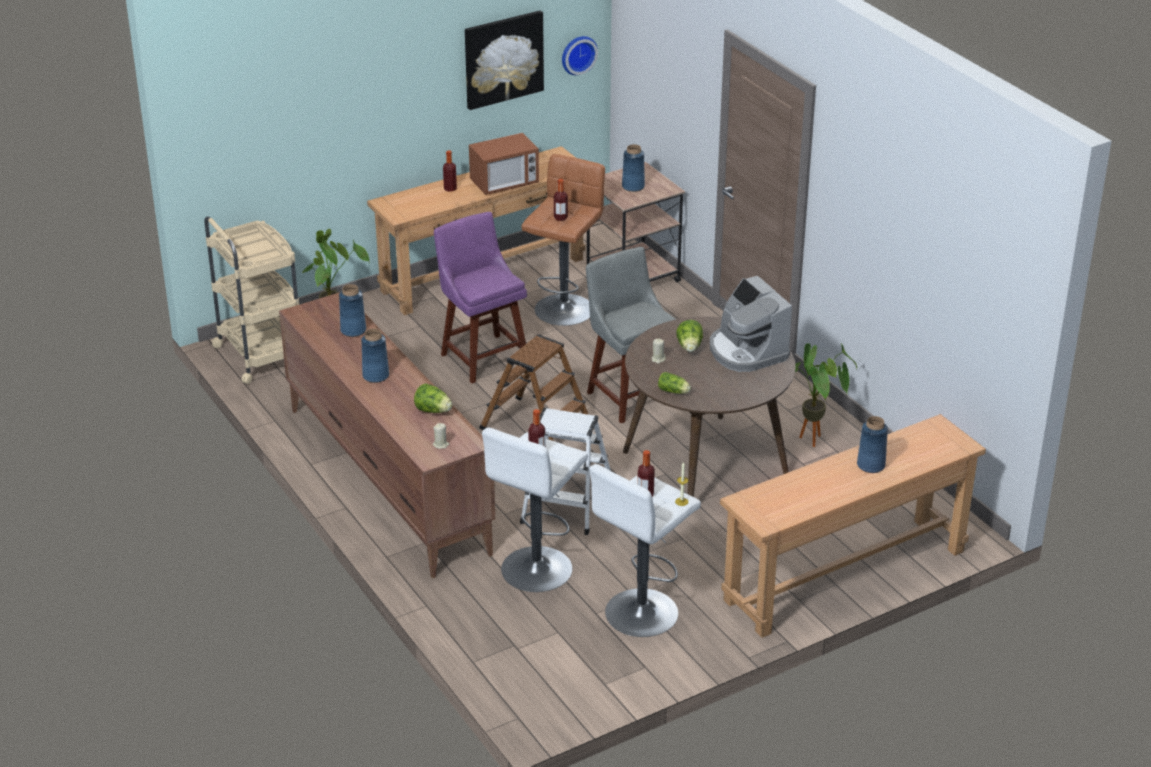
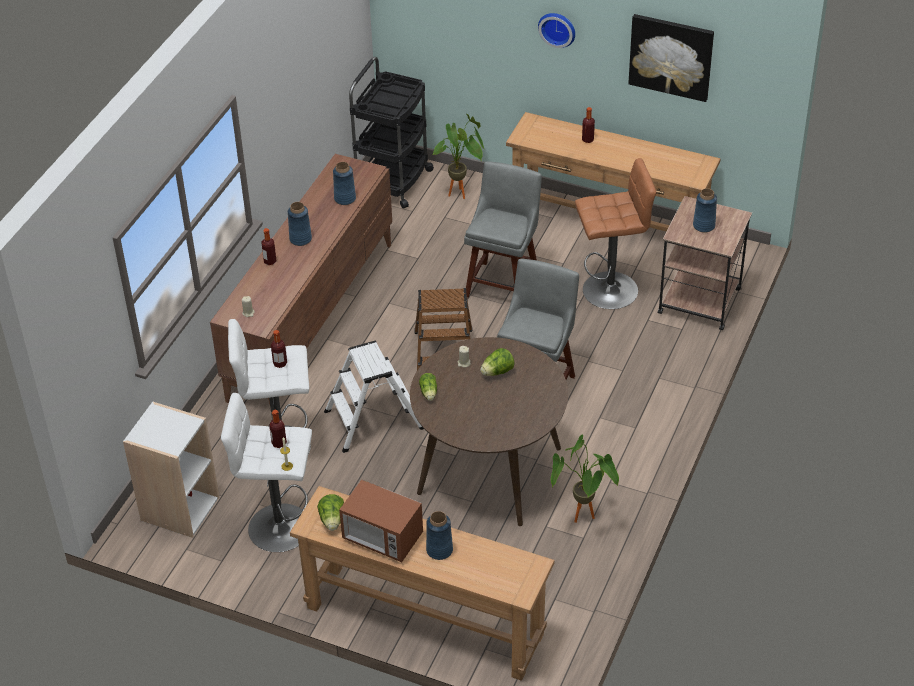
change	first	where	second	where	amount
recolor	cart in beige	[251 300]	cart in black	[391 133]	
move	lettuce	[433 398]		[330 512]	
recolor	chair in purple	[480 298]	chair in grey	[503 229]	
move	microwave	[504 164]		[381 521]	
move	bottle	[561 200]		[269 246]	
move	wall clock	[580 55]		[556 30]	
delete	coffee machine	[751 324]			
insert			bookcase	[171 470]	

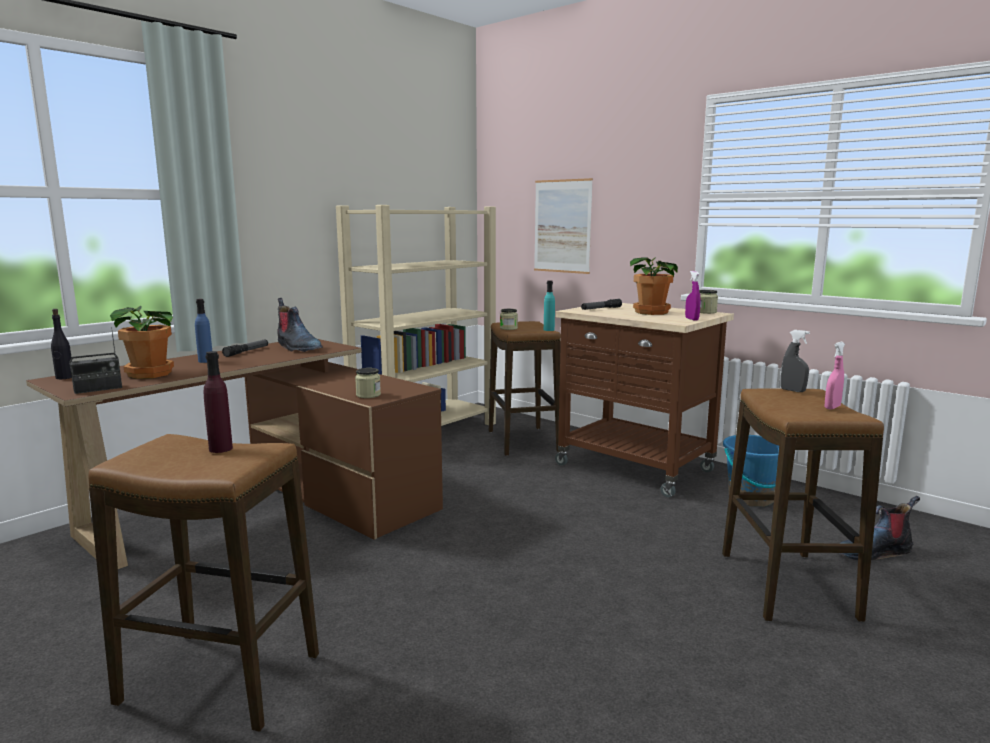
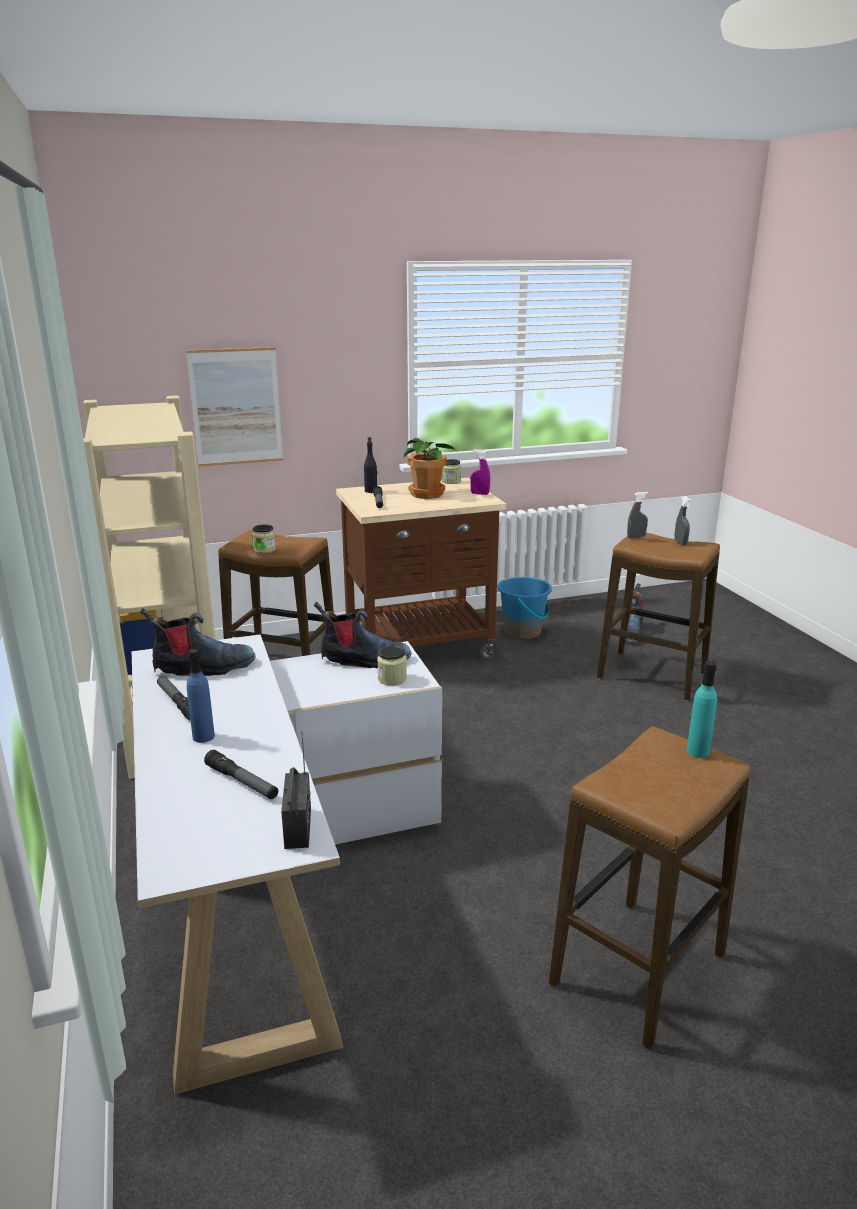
change	first	where	second	where	amount
recolor	desk in brown	[234 454]	desk in white	[287 864]	
move	bottle in black	[61 344]		[370 465]	
replace	potted plant	[142 342]	flashlight	[241 774]	
delete	bottle in purple	[218 402]			
move	bottle in turquoise	[549 305]		[702 709]	
recolor	spray bottle in pink	[835 376]	spray bottle in grey	[682 520]	
insert			boot	[362 635]	

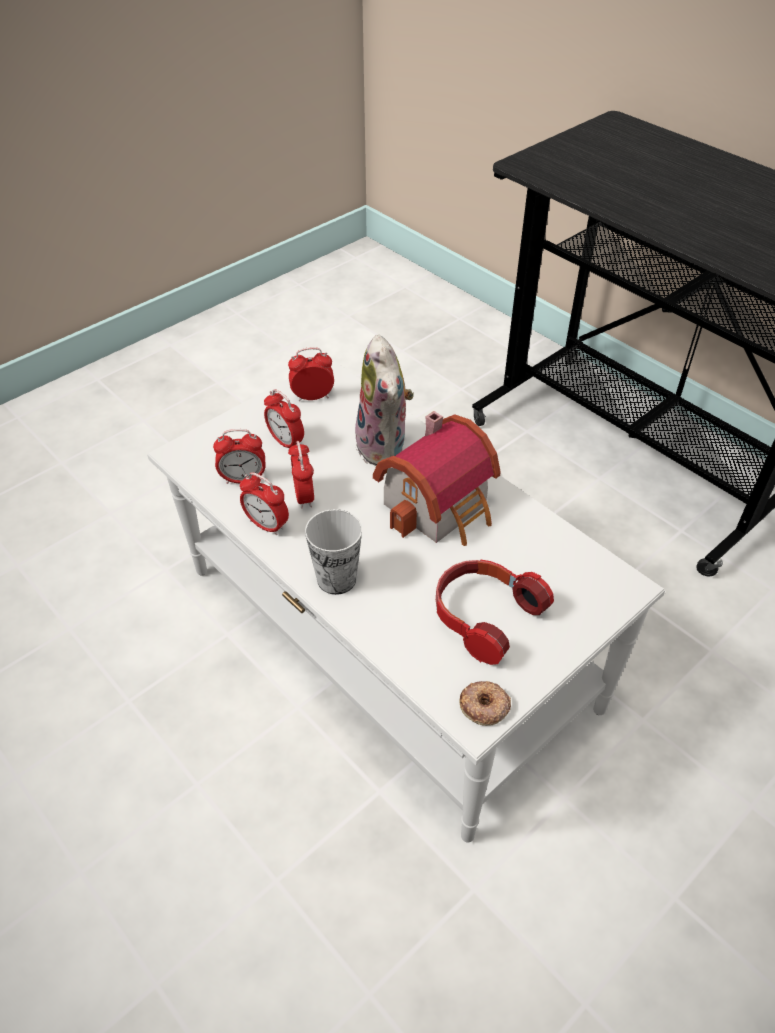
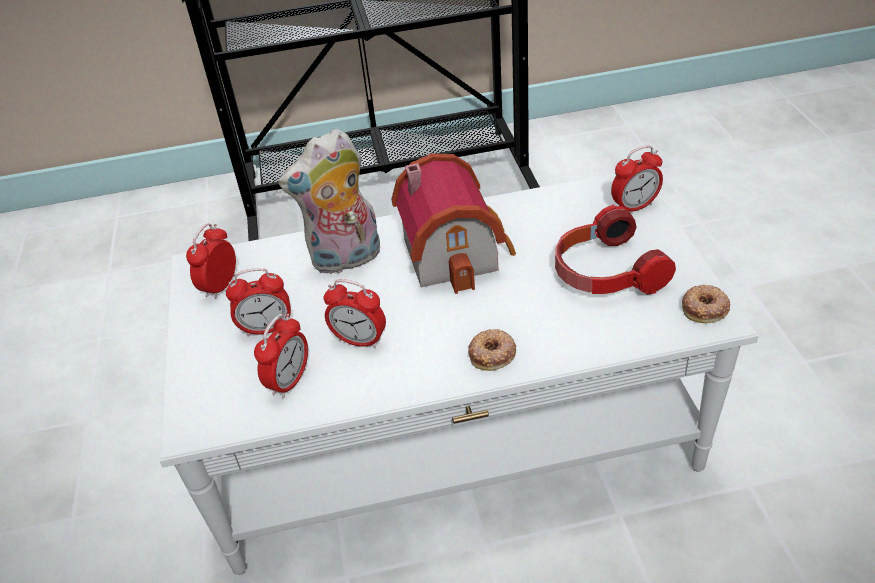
change	first	where	second	where	amount
move	alarm clock	[264 503]		[637 178]	
replace	cup	[333 552]	donut	[492 350]	
rotate	plush toy	[383 400]		[329 201]	135 degrees clockwise

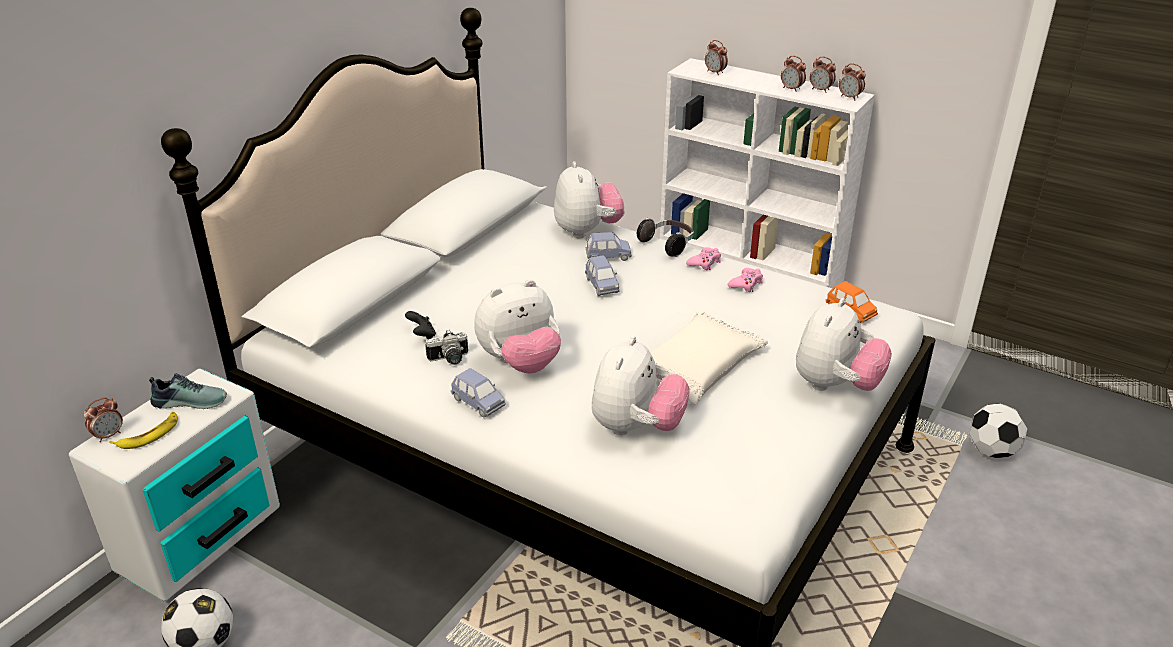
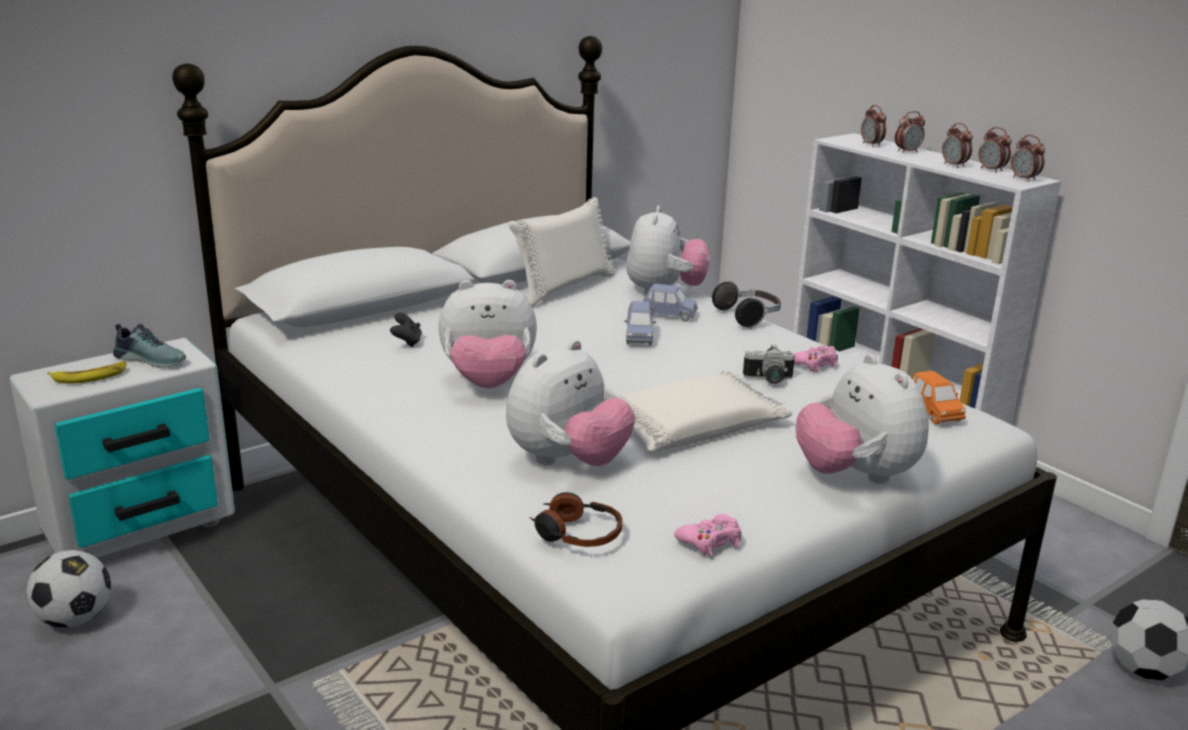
change	first	where	second	where	amount
move	alarm clock	[103 419]		[910 132]	
move	photo camera	[446 347]		[769 364]	
delete	toy car in blue	[478 392]			
move	game controller in pink	[703 258]		[708 535]	
rotate	plush toy	[844 344]		[862 419]	105 degrees clockwise
insert			pillow in white	[561 252]	
insert			headphones	[576 519]	

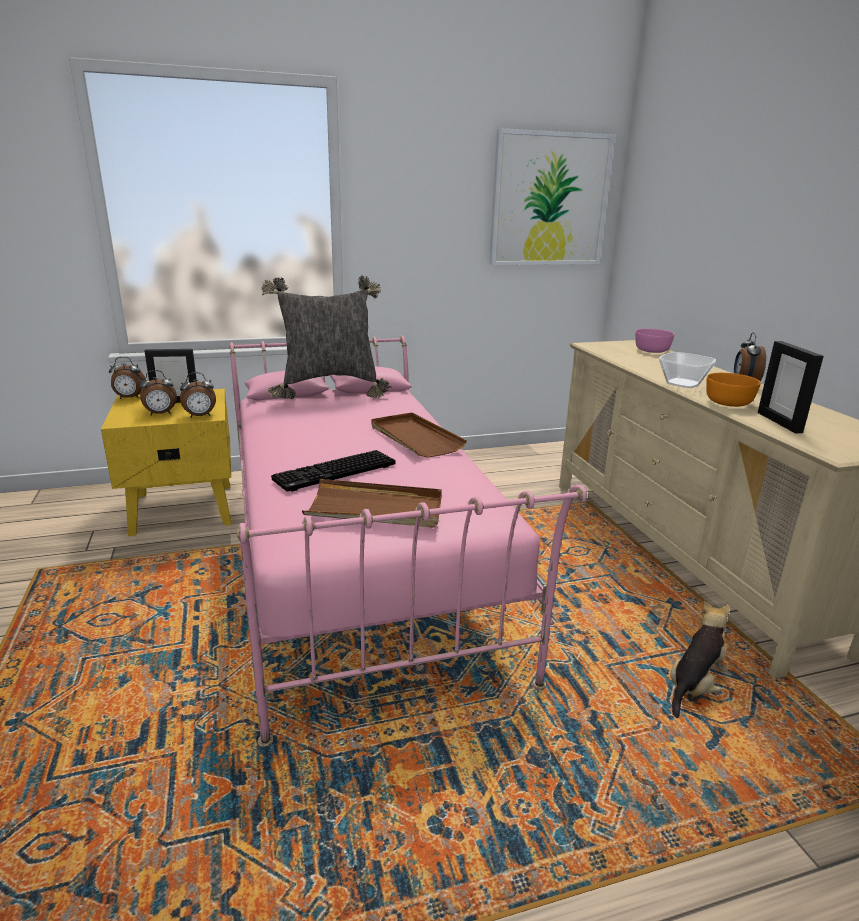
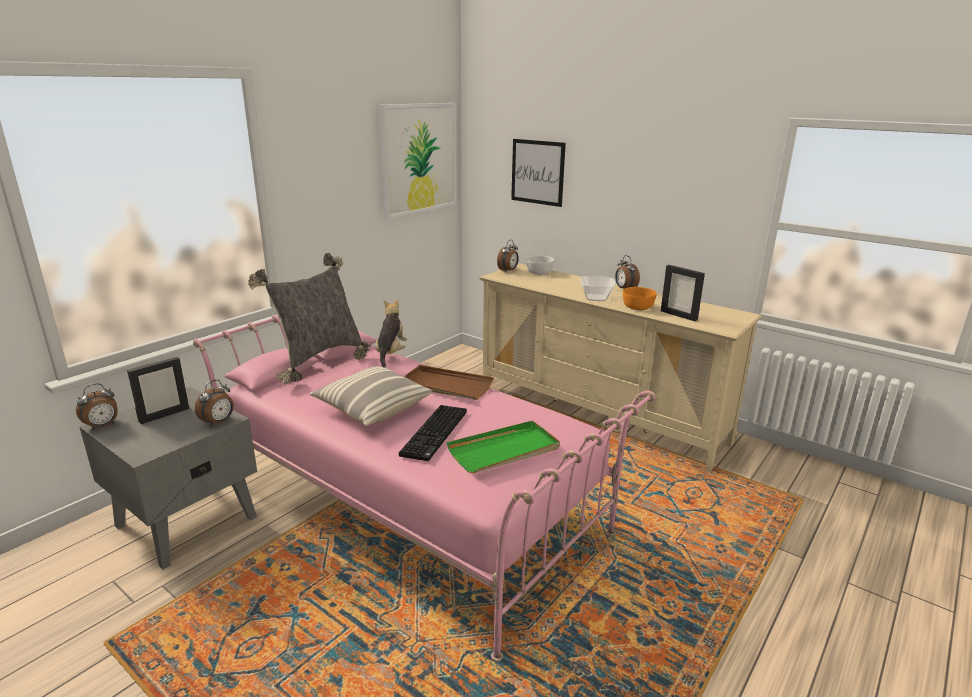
change	first	where	second	where	amount
recolor	nightstand in yellow	[166 462]	nightstand in grey	[168 478]	
move	alarm clock	[158 392]		[508 255]	
recolor	tray in brown	[372 503]	tray in green	[503 447]	
recolor	bowl in pink	[655 341]	bowl in white	[540 265]	
move	plush toy	[700 659]		[391 334]	
insert			pillow	[371 396]	
insert			picture	[538 173]	

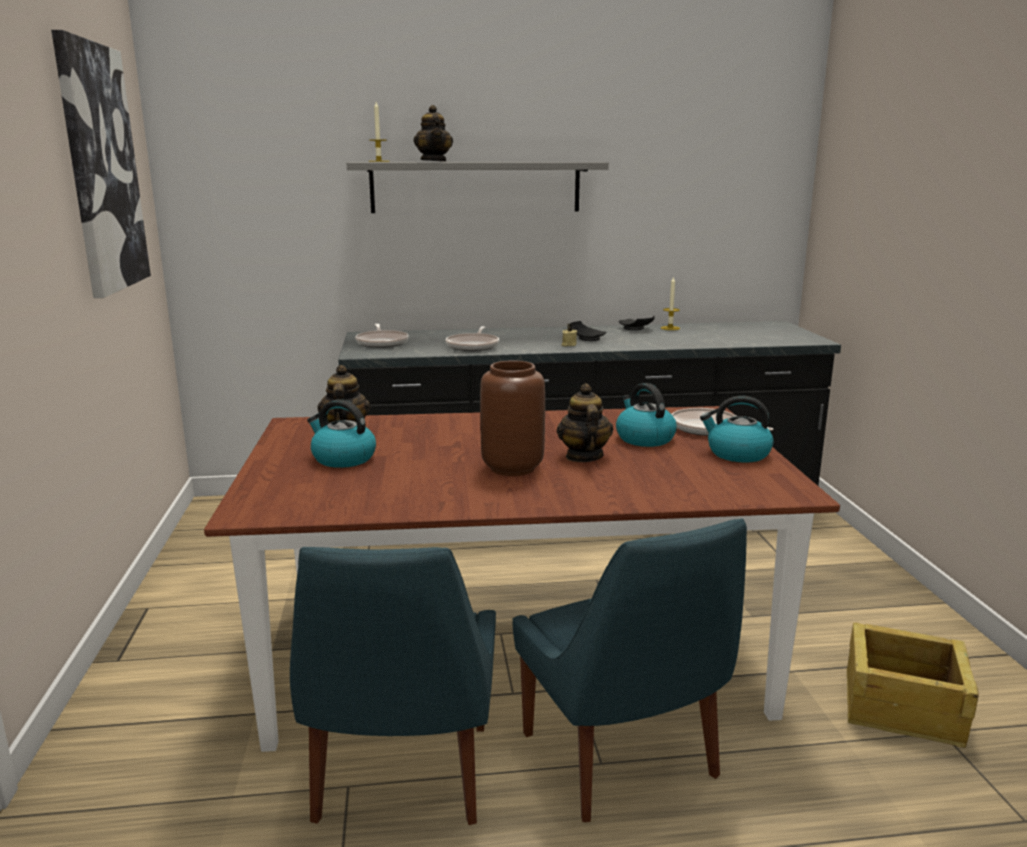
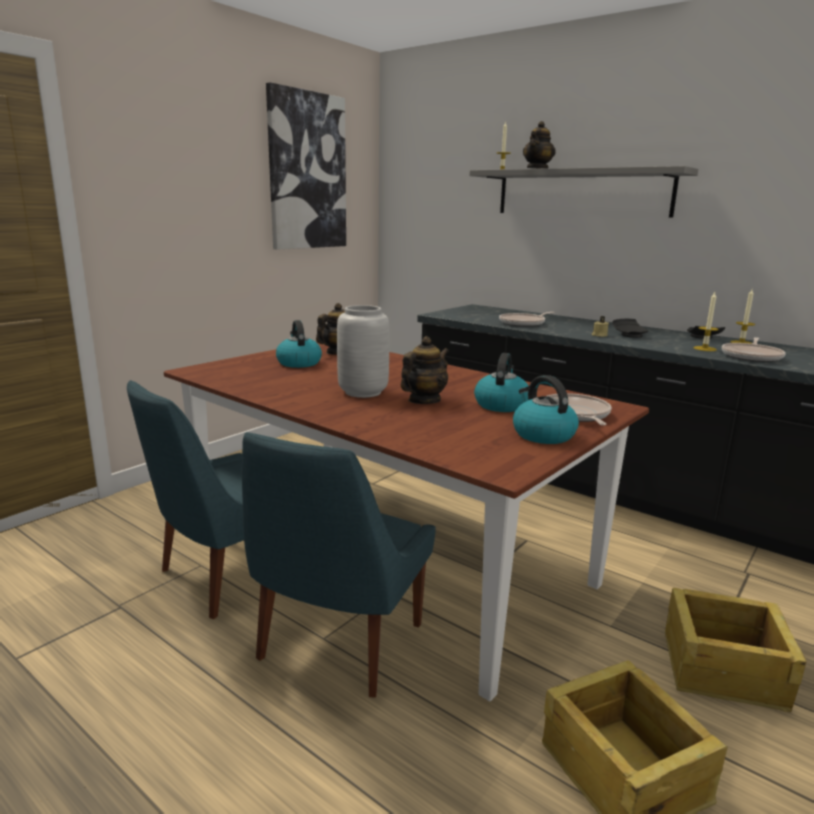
change	first	where	second	where	amount
move	frying pan	[382 336]		[754 349]	
recolor	vase in brown	[512 418]	vase in grey	[363 351]	
insert			crate	[735 650]	
insert			candle	[706 321]	

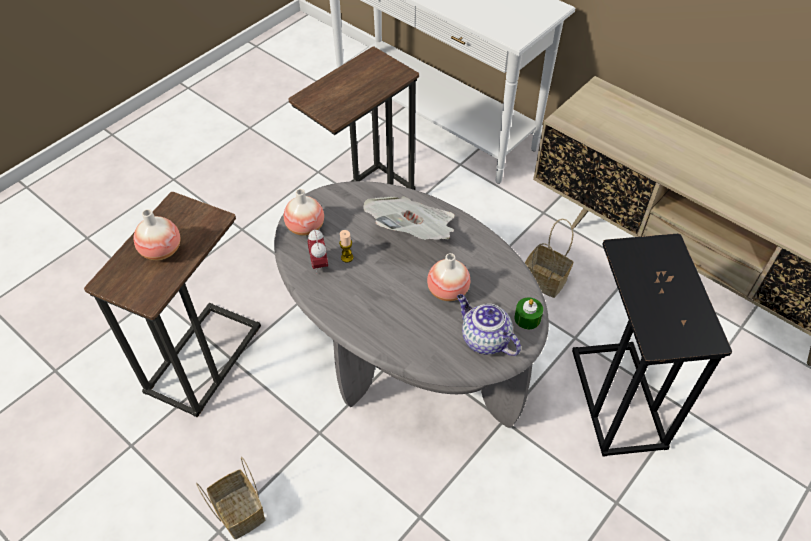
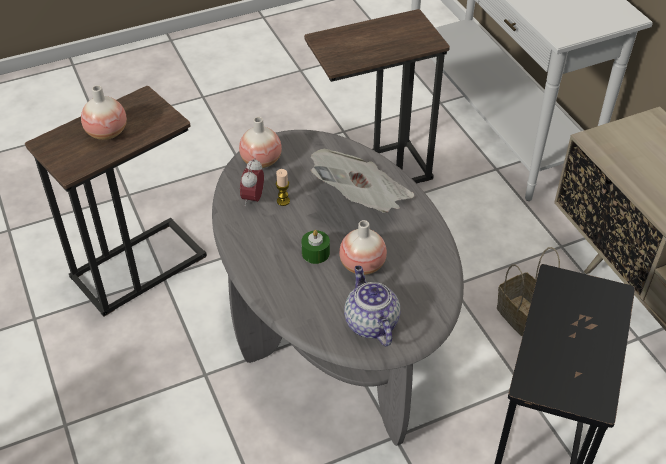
change	first	where	second	where	amount
delete	basket	[230 498]			
move	candle in green	[528 313]		[315 247]	

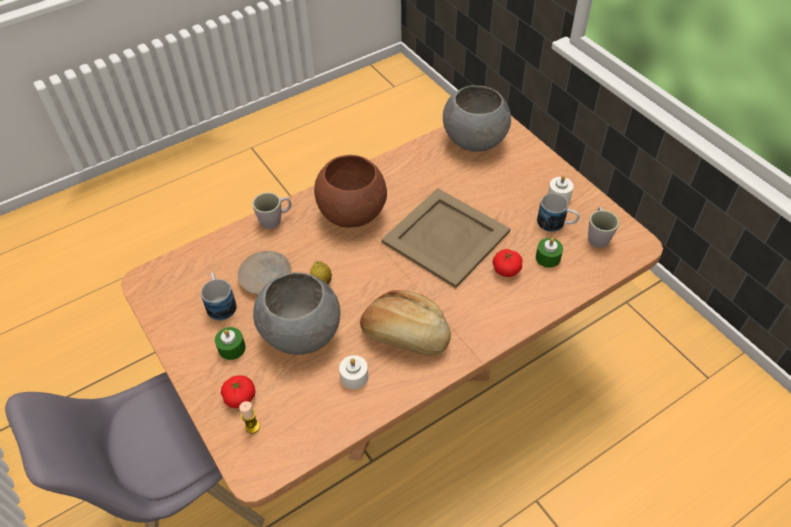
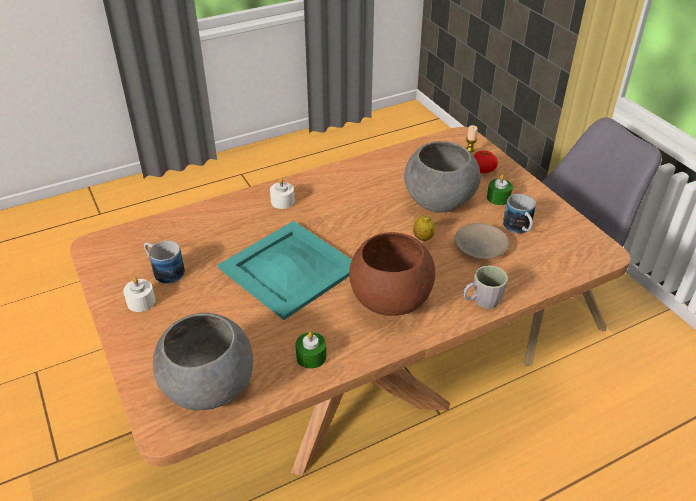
change	first	where	second	where	amount
move	candle in white	[353 372]		[282 193]	
delete	bread	[405 323]			
recolor	tray in beige	[445 238]	tray in turquoise	[285 270]	
delete	tomato	[507 263]			
move	candle in green	[549 253]		[311 350]	
delete	mug in grey	[603 227]			

